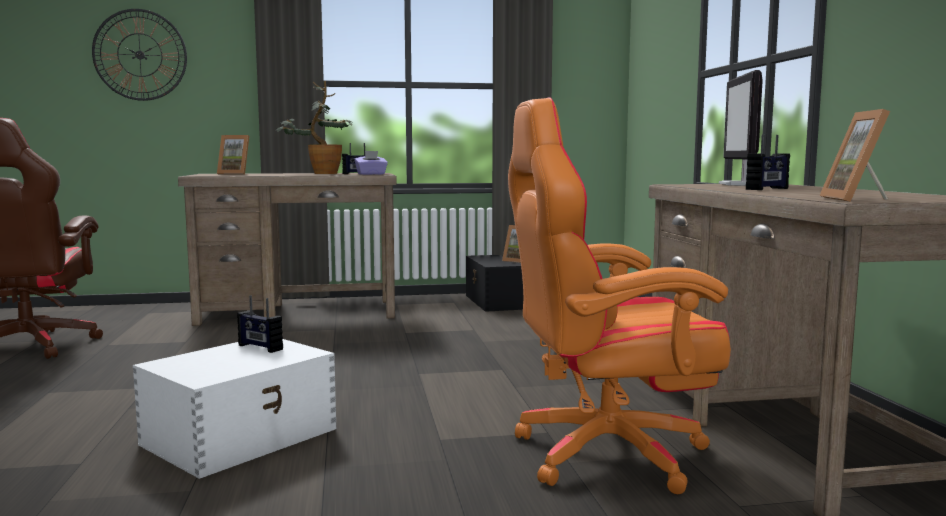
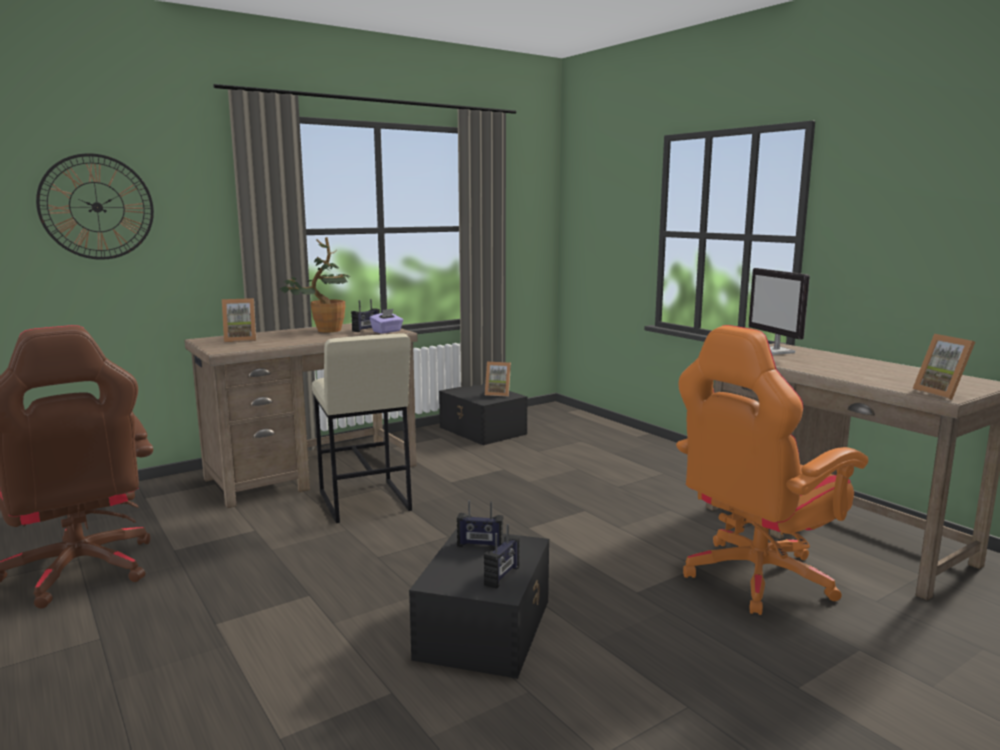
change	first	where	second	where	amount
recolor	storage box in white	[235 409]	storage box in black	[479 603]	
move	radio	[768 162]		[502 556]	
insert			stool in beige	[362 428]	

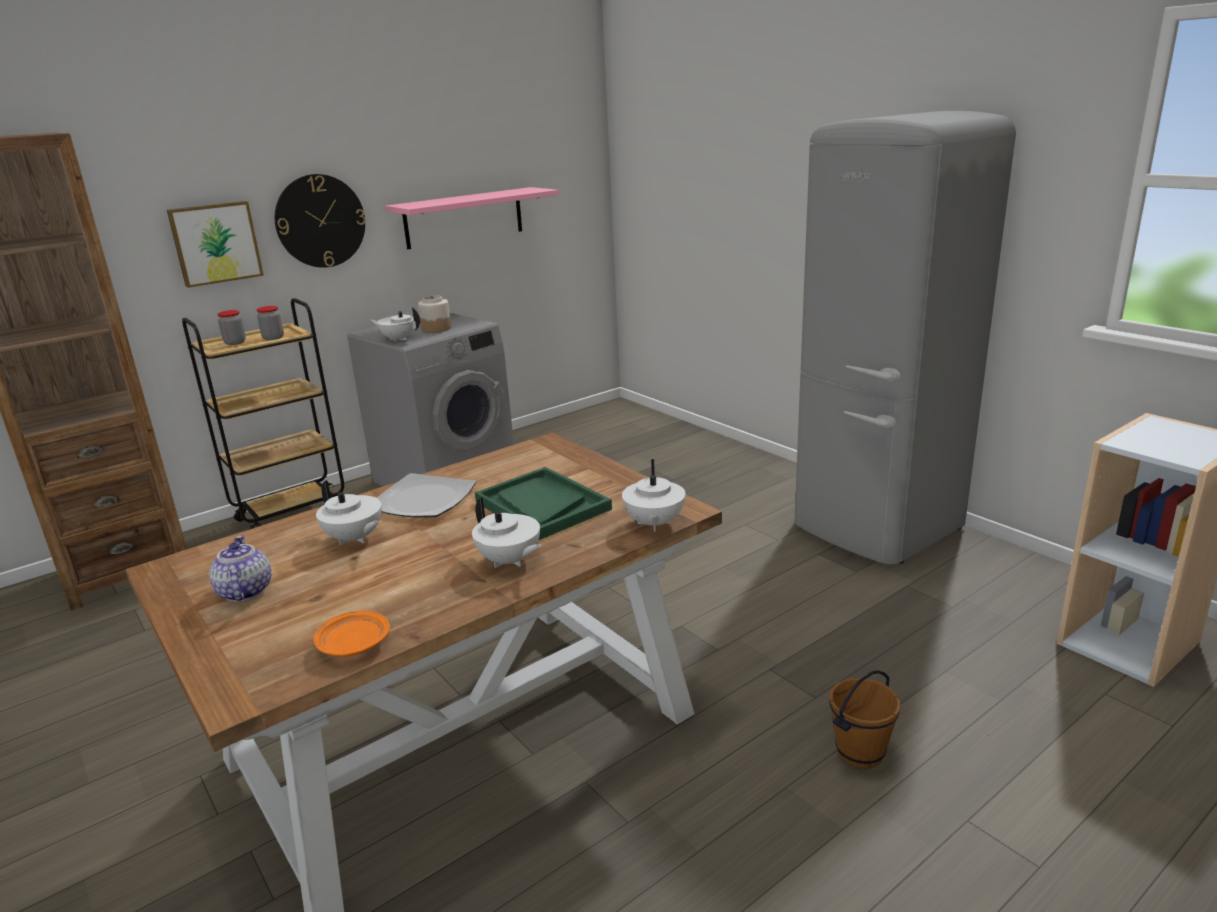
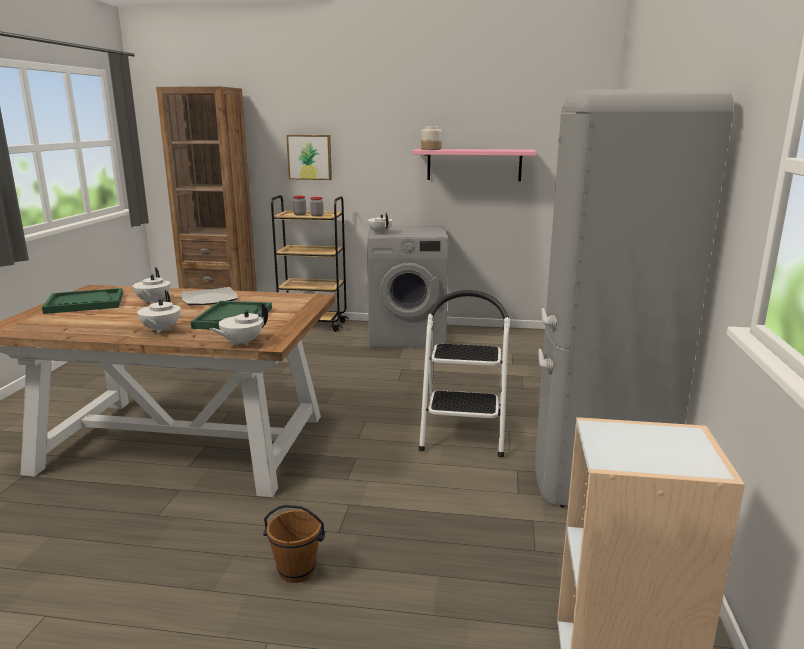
change	first	where	second	where	amount
replace	teapot	[240 568]	tray in green	[82 301]	
delete	wall clock	[320 221]			
delete	plate in orange	[352 634]			
move	jar	[434 314]		[431 138]	
insert			step ladder	[464 373]	

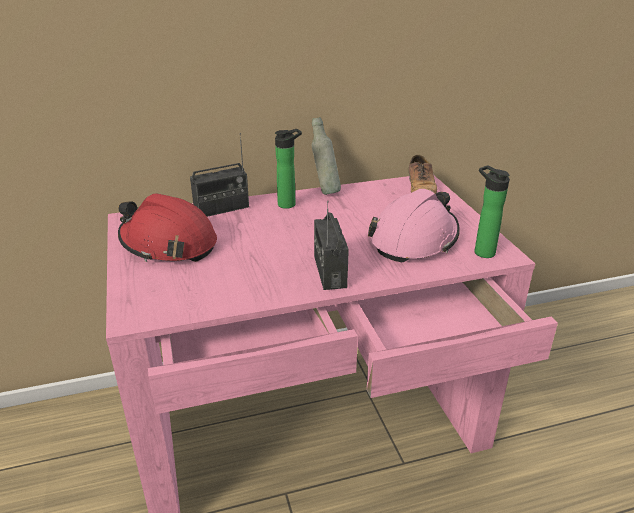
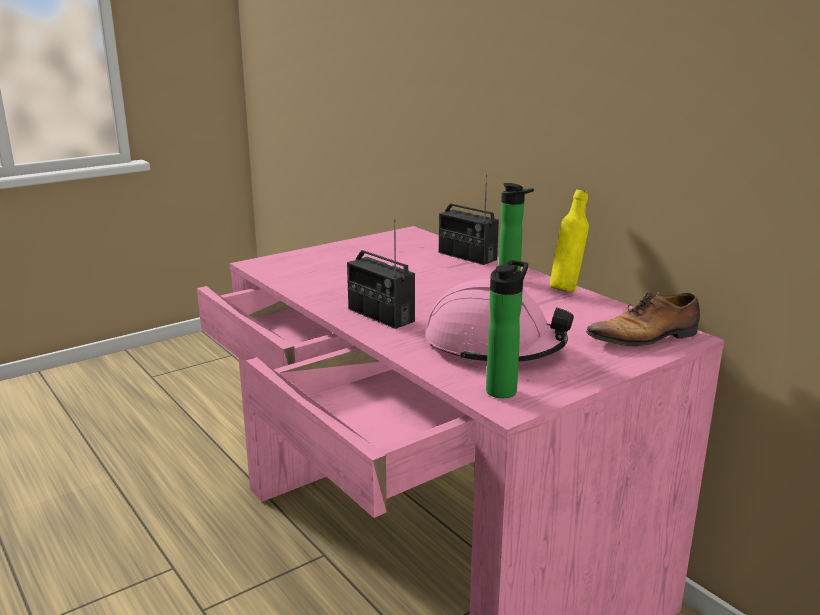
change	first	where	second	where	amount
delete	hard hat in red	[167 227]			
recolor	bottle in grey	[326 156]	bottle in yellow	[569 240]	
rotate	radio	[331 245]		[381 274]	105 degrees counterclockwise

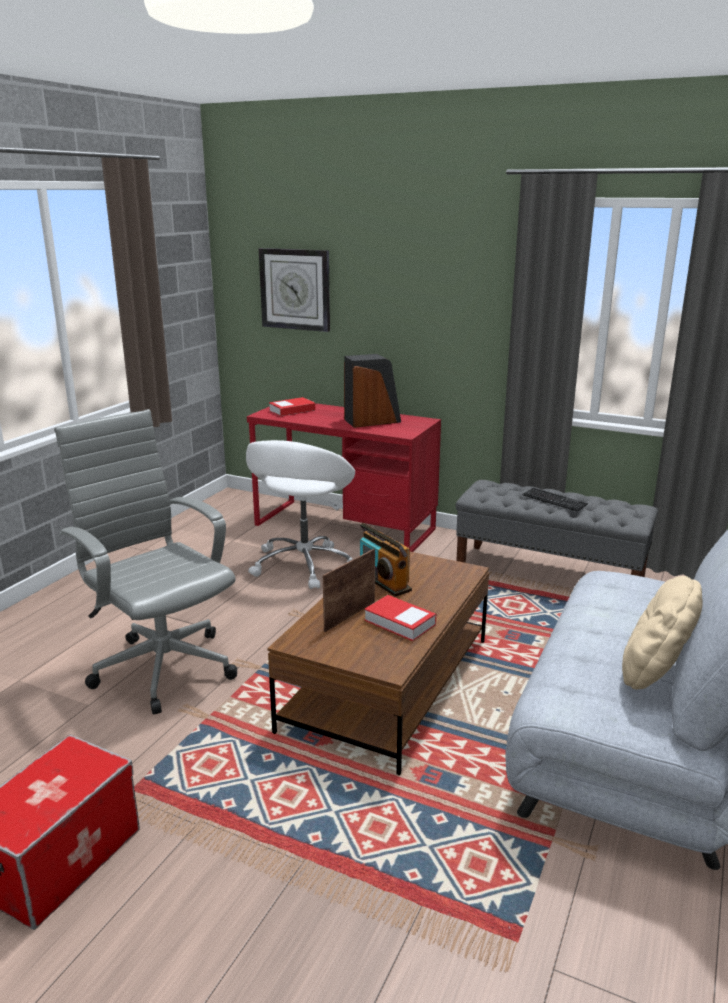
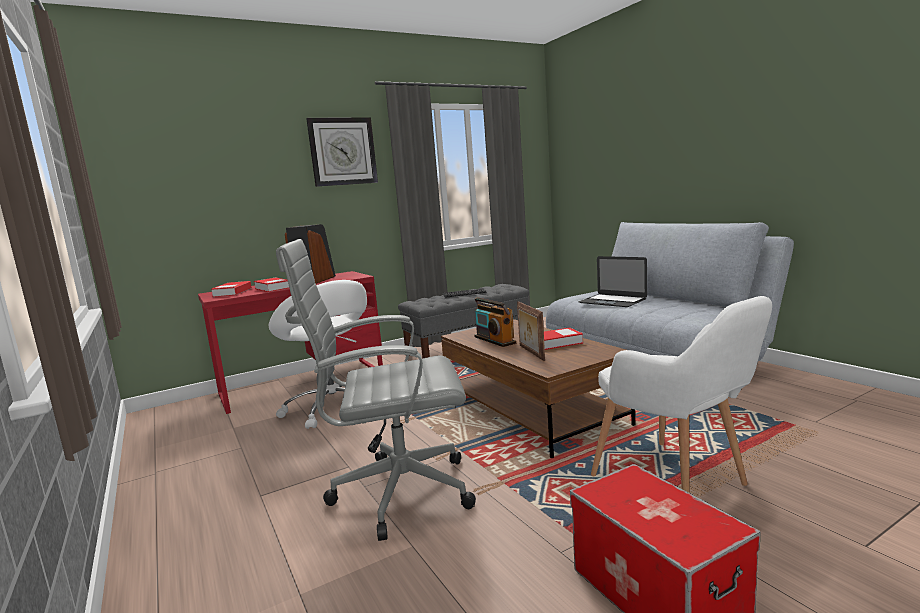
change	first	where	second	where	amount
move	wall clock	[294 290]		[342 152]	
rotate	radio	[386 560]		[495 322]	60 degrees clockwise
delete	pillow in beige	[662 632]			
insert			book	[271 285]	
insert			laptop	[612 281]	
insert			armchair in white	[681 394]	

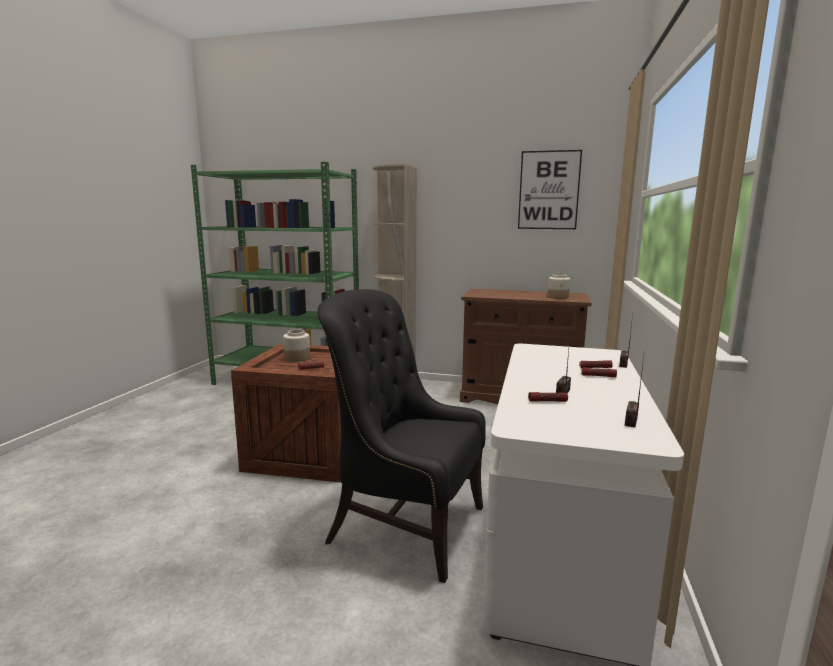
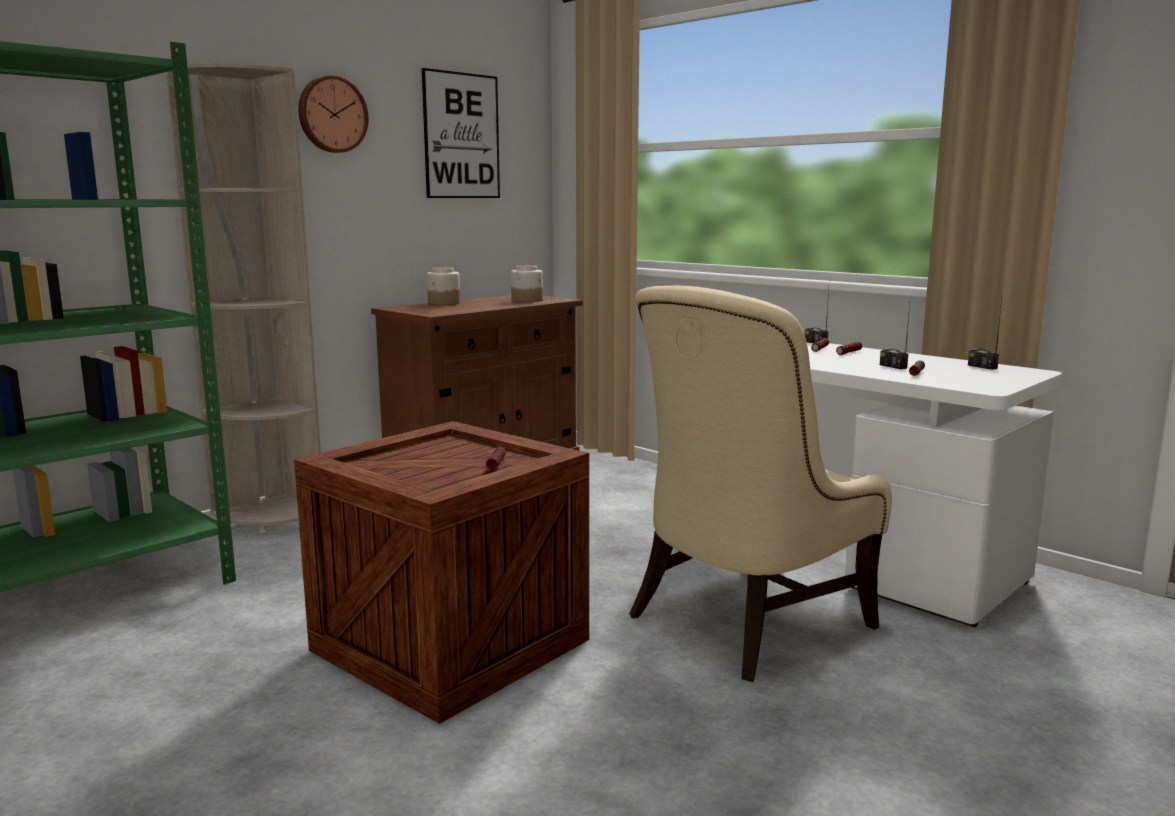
change	first	where	second	where	amount
move	jar	[296 346]		[443 286]	
recolor	chair in black	[401 436]	chair in beige	[760 484]	
insert			wall clock	[333 114]	

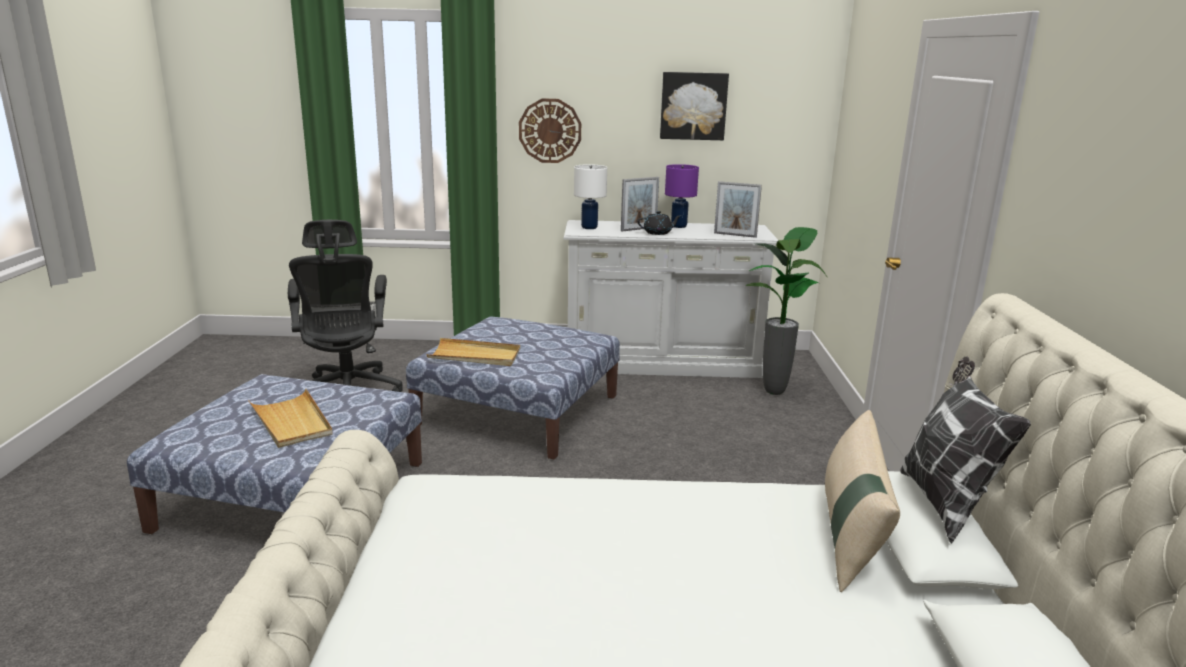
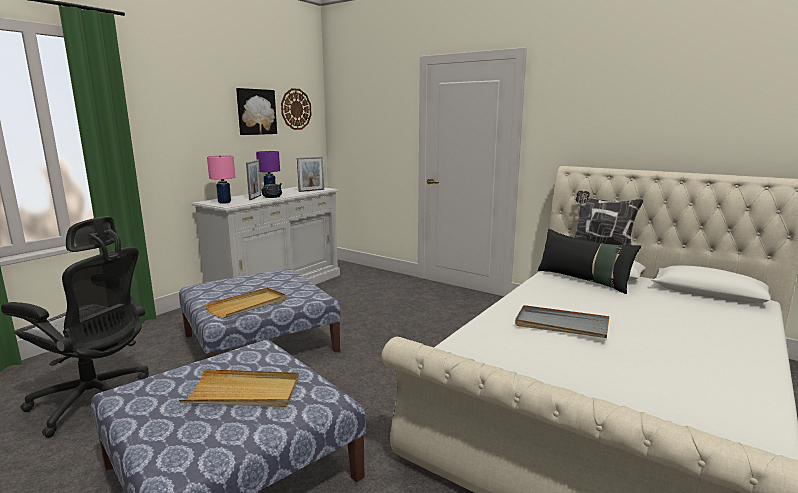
change	first	where	second	where	amount
move	wall clock	[550 130]		[296 109]	
recolor	table lamp in white	[590 196]	table lamp in pink	[221 179]	
delete	potted plant	[787 311]			
recolor	pillow in beige	[862 501]	pillow in black	[589 261]	
insert			tray in grey	[562 321]	

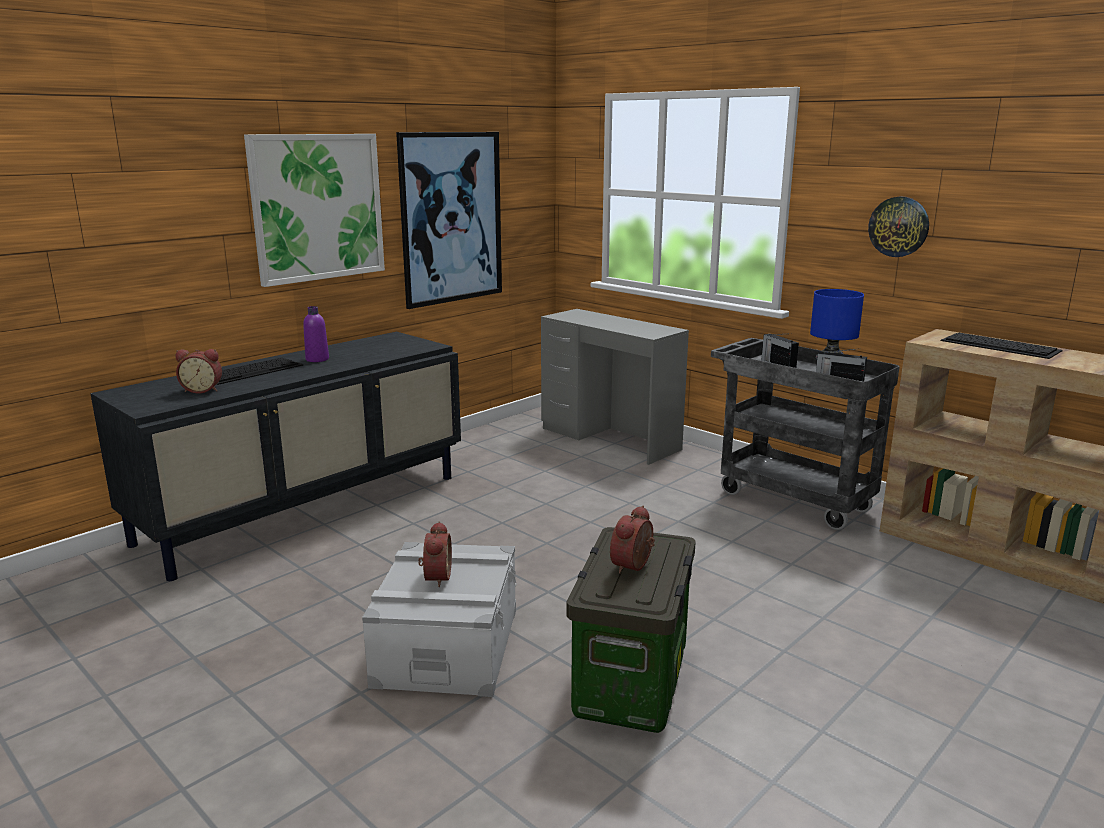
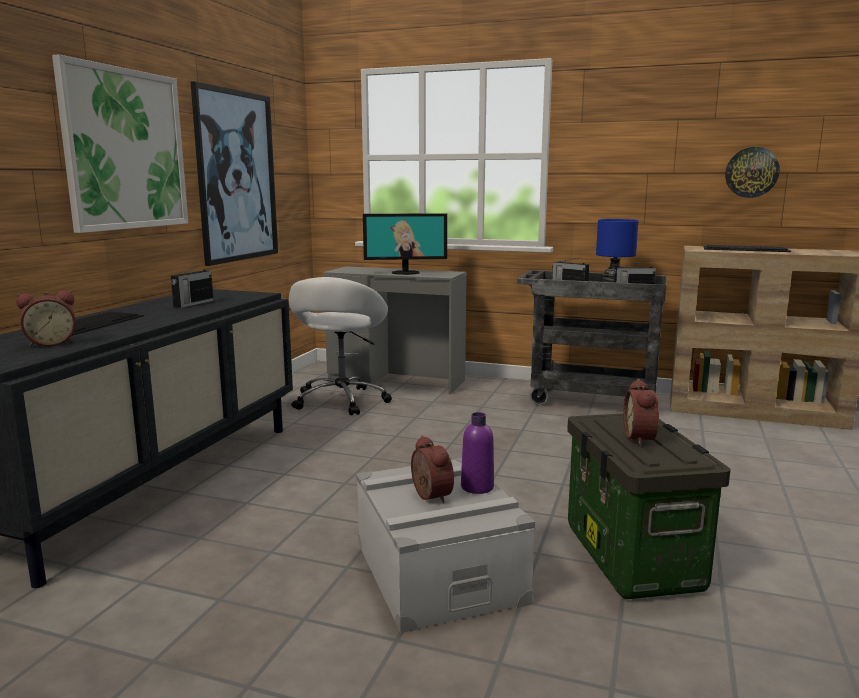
change	first	where	second	where	amount
move	bottle in purple	[316 334]		[477 453]	
move	wall clock	[898 227]		[752 172]	
insert			radio	[192 285]	
insert			office chair in white	[340 346]	
insert			monitor	[405 244]	

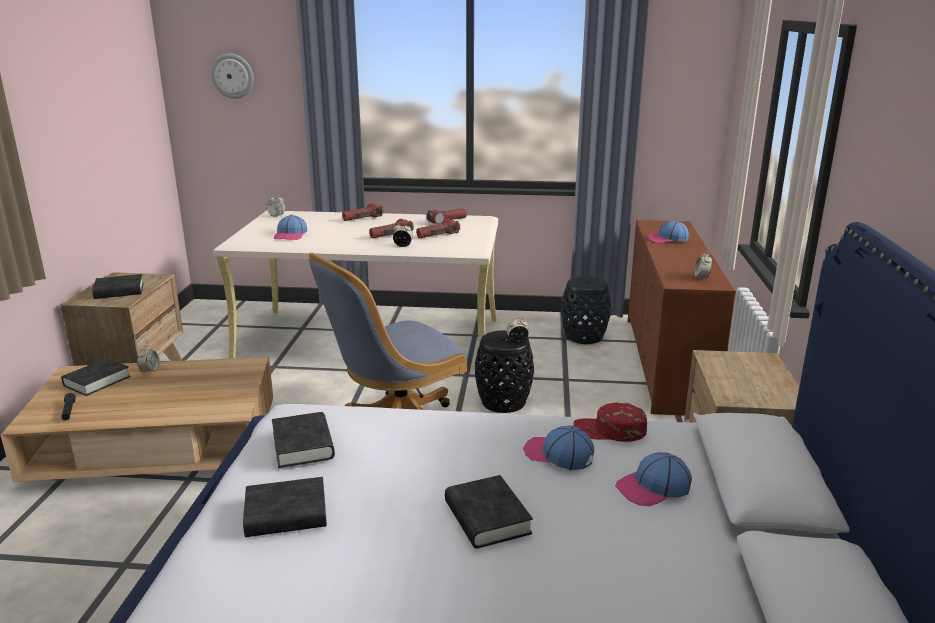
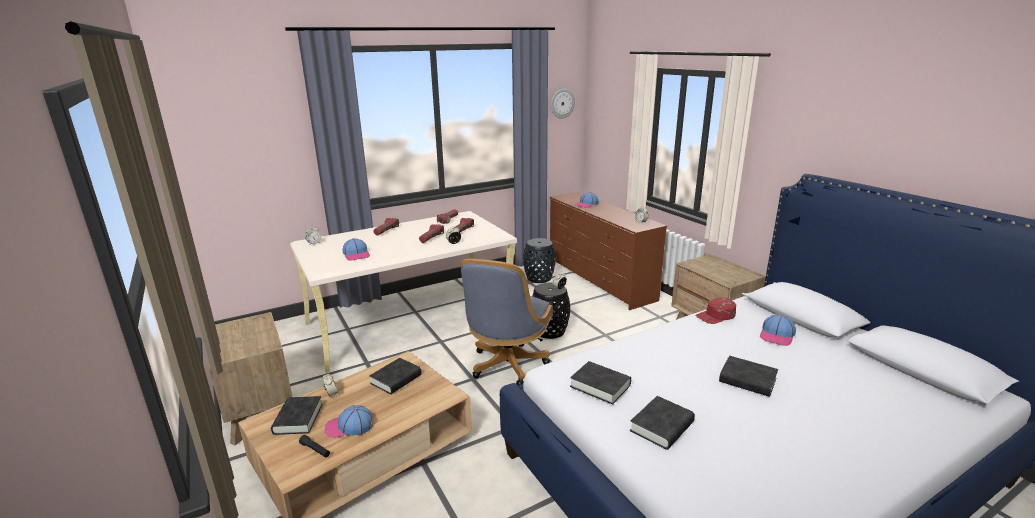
change	first	where	second	where	amount
move	book in black	[118 286]		[395 376]	
move	wall clock	[232 76]		[563 104]	
move	cap	[558 448]		[348 421]	

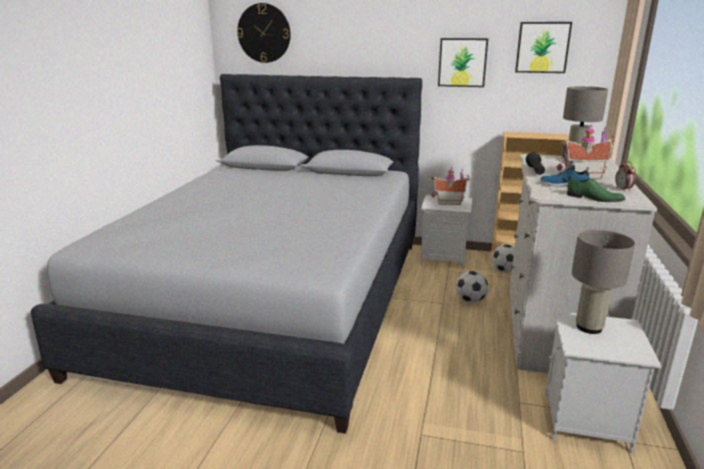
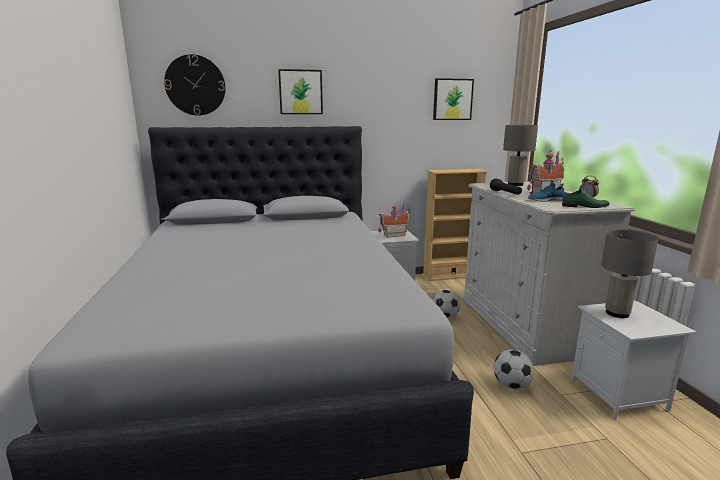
change	first	where	second	where	amount
move	picture	[463 62]		[300 91]	
move	football	[503 258]		[514 369]	

